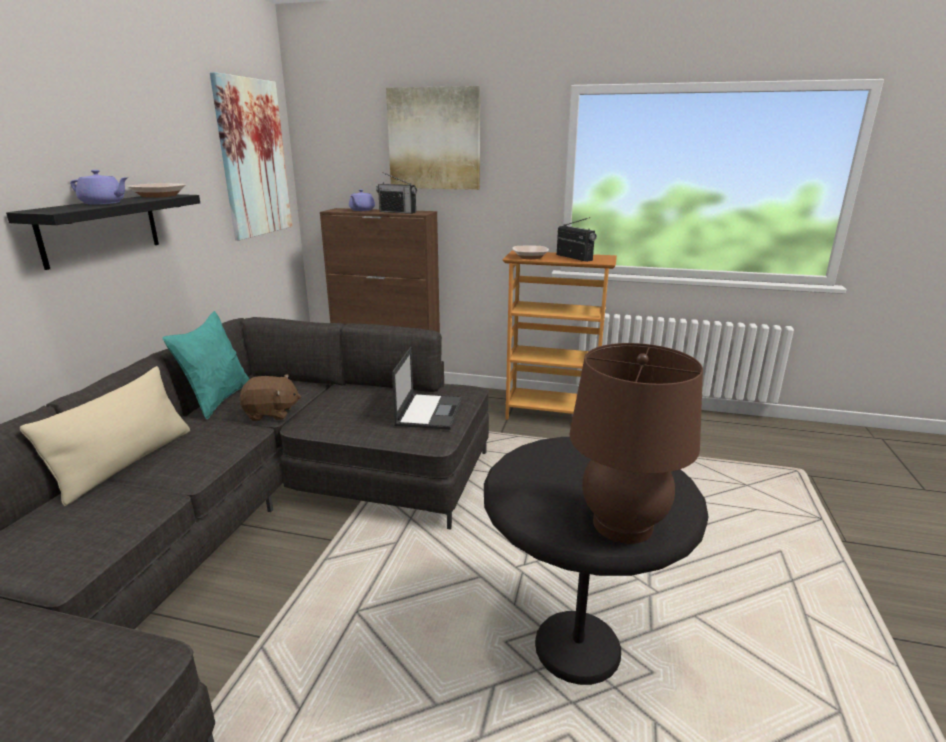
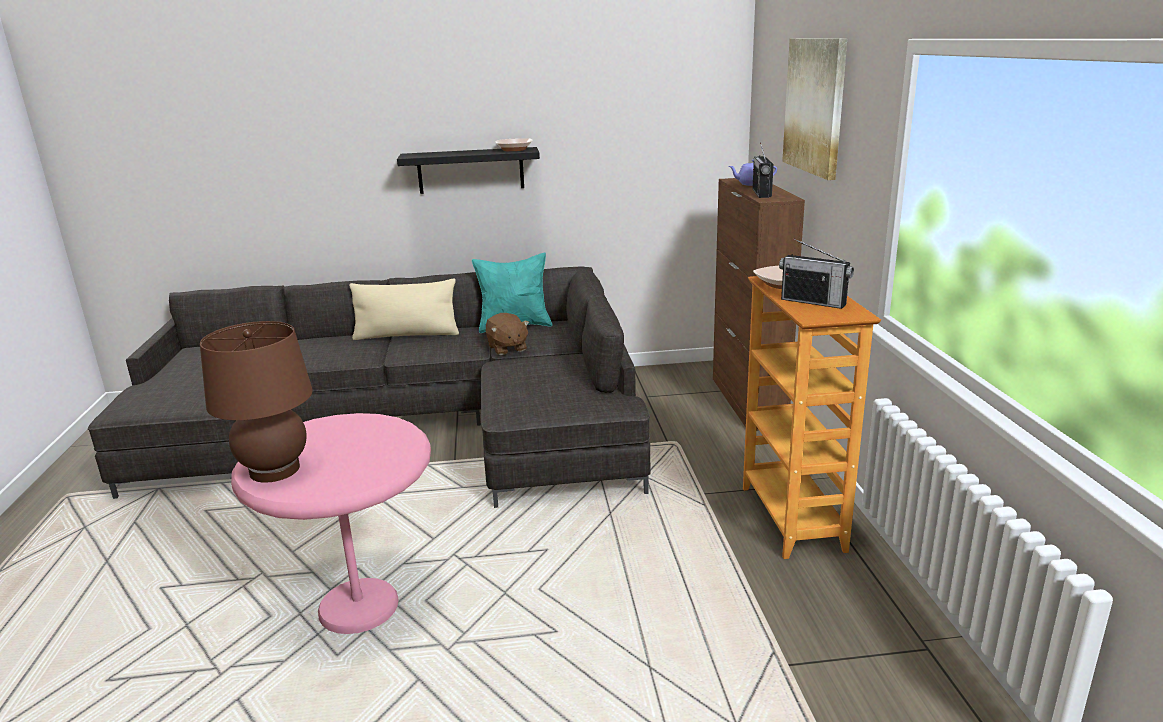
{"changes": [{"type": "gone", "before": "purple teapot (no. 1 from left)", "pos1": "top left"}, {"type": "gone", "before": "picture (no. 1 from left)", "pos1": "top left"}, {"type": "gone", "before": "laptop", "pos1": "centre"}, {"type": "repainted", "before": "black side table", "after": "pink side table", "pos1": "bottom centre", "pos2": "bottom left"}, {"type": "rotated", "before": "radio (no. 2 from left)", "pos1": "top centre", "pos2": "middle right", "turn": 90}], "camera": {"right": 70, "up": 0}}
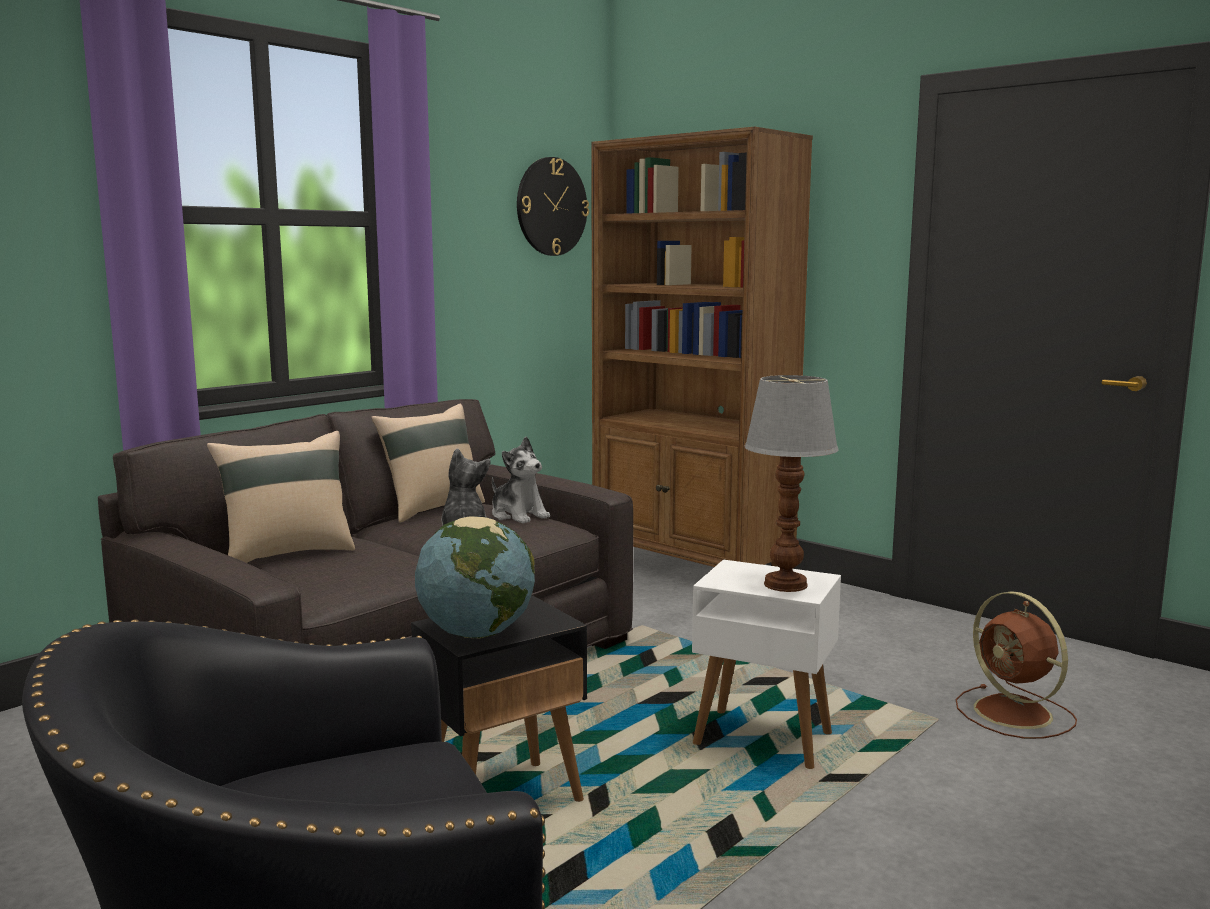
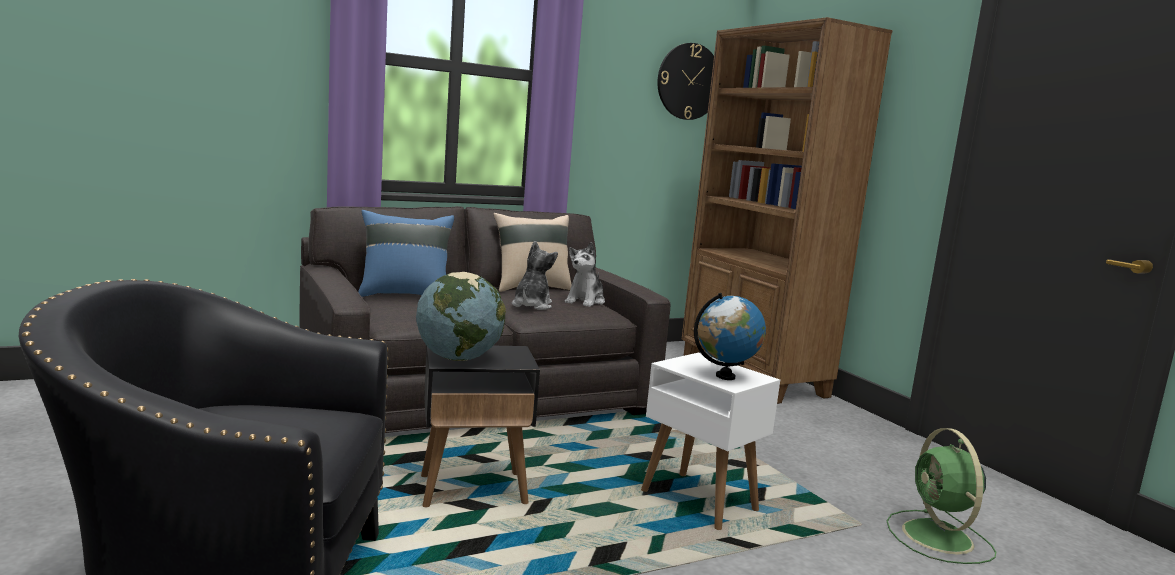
{"changes": [{"type": "swapped", "before": "table lamp", "after": "globe (no. 2 from left)", "pos1": "centre", "pos2": "centre"}, {"type": "repainted", "before": "beige pillow (no. 1 from left)", "after": "blue pillow", "pos1": "middle left", "pos2": "centre"}, {"type": "repainted", "before": "brown fan", "after": "green fan", "pos1": "bottom right", "pos2": "bottom right"}, {"type": "rotated", "before": "plush toy (no. 2 from left)", "pos1": "centre", "pos2": "centre", "turn": 45}], "camera": {"right": 20, "up": 0}}
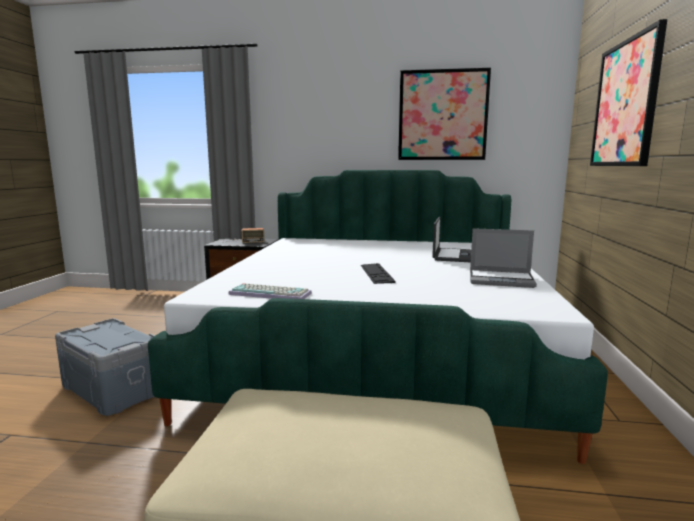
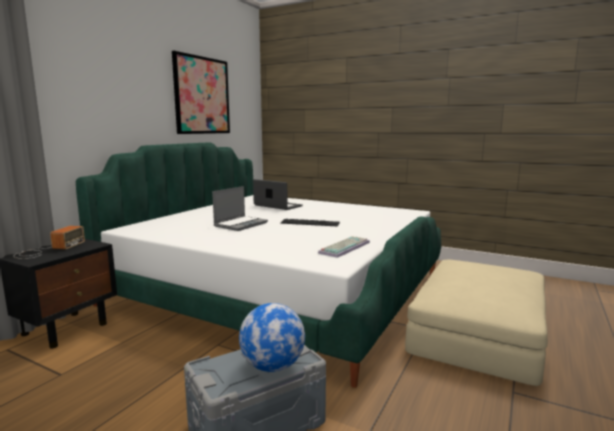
{"changes": [{"type": "gone", "before": "picture (no. 2 from left)", "pos1": "top right"}, {"type": "new", "after": "globe", "pos2": "bottom centre"}, {"type": "shifted", "before": "laptop (no. 2 from left in the first image)", "after": "laptop (no. 1 from left)", "pos1": "middle right", "pos2": "centre"}], "camera": {"right": -70, "up": 0}}
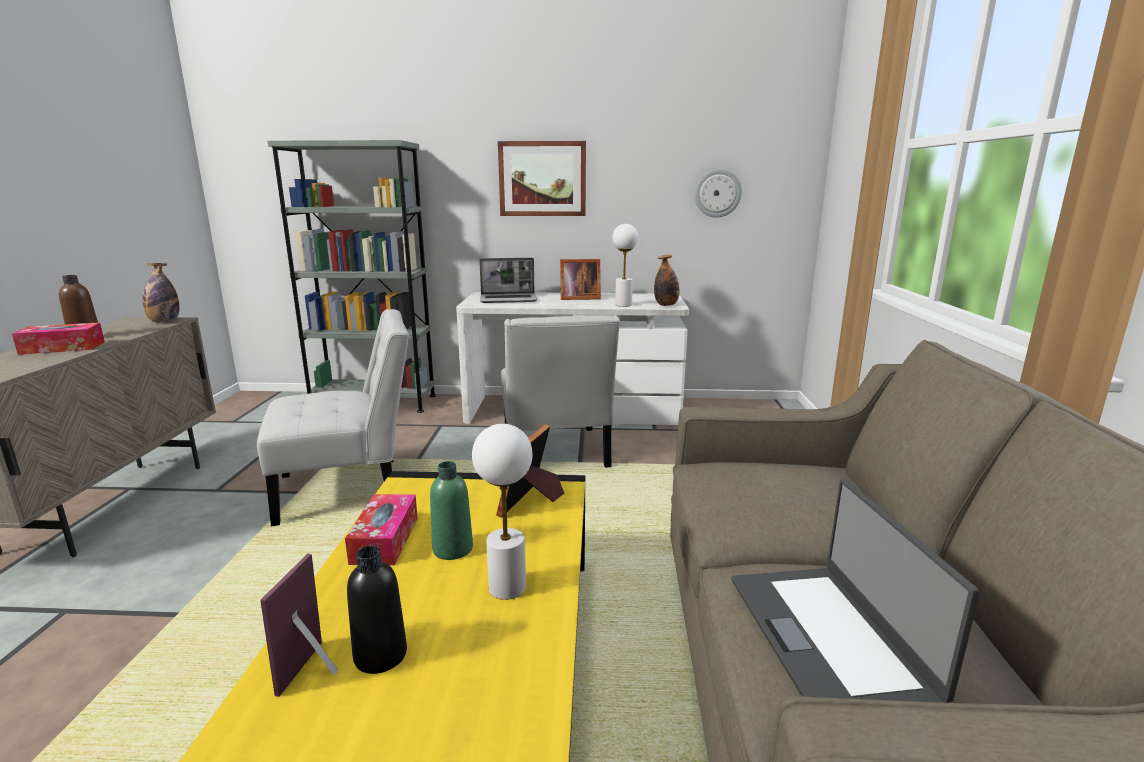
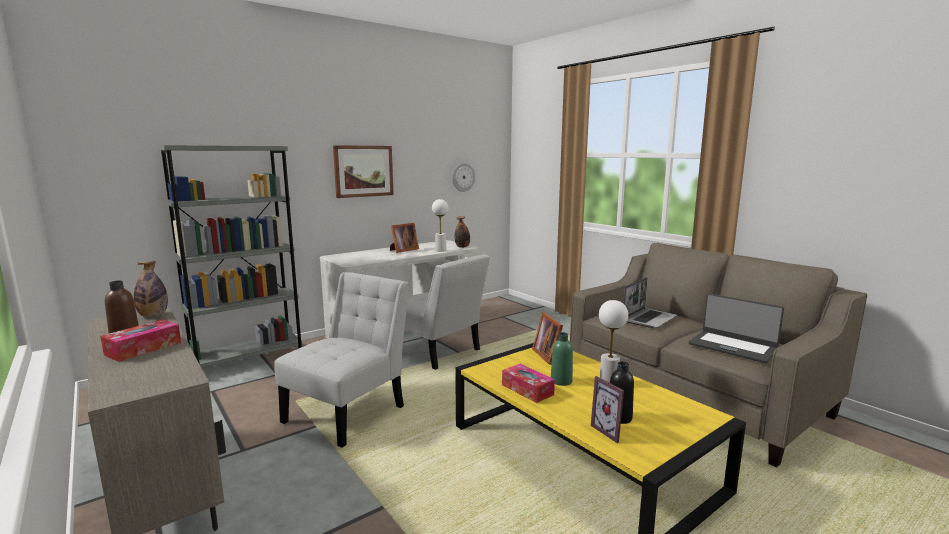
{"changes": [{"type": "shifted", "before": "laptop (no. 1 from left)", "pos1": "centre", "pos2": "middle right"}], "camera": {"right": -40, "up": -5}}
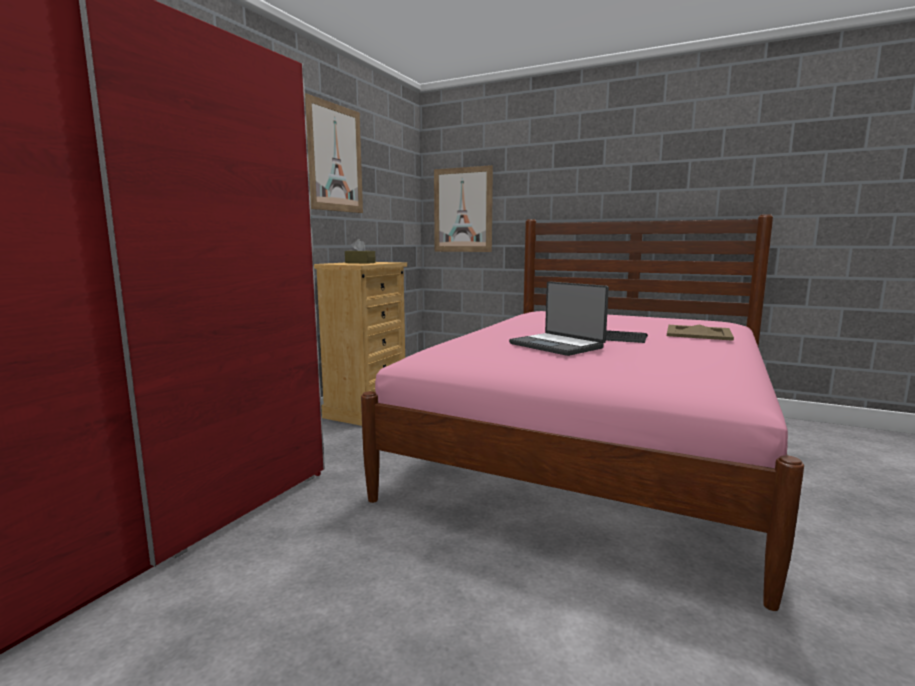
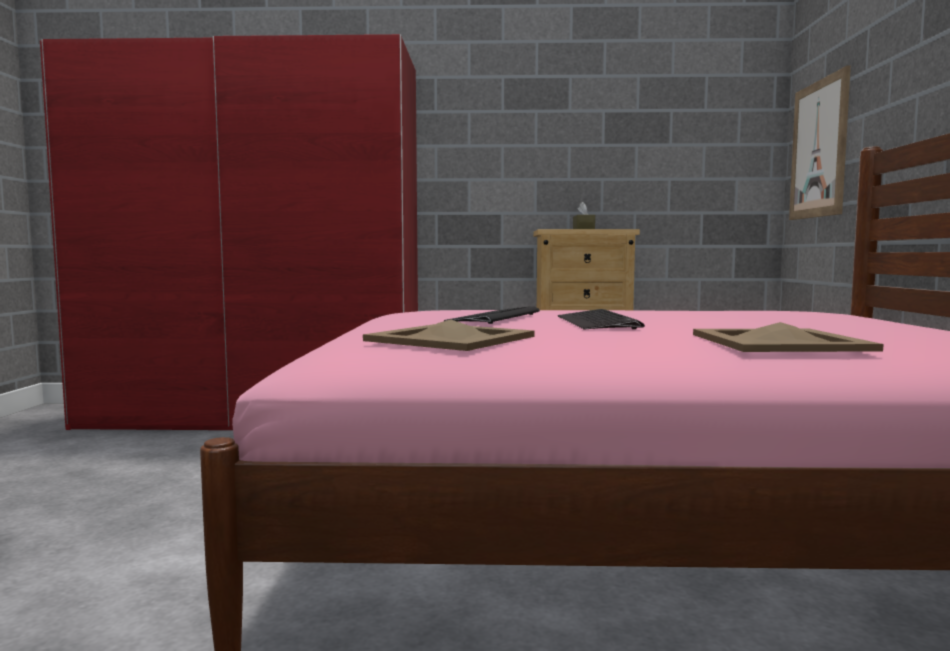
{"changes": [{"type": "gone", "before": "picture (no. 1 from left)", "pos1": "top centre"}, {"type": "new", "after": "beige tray (no. 1 from left)", "pos2": "centre"}, {"type": "swapped", "before": "laptop", "after": "keyboard (no. 1 from left)", "pos1": "centre", "pos2": "centre"}], "camera": {"right": 65, "up": -5}}
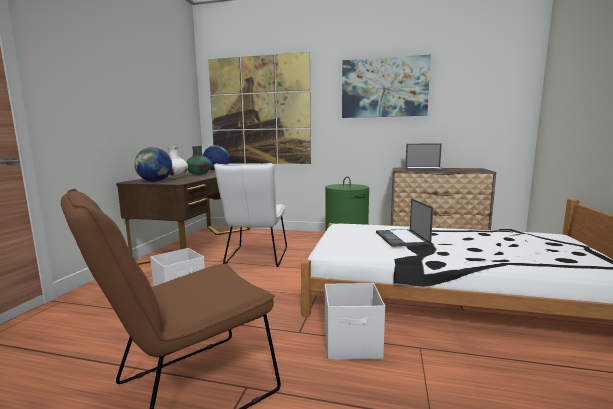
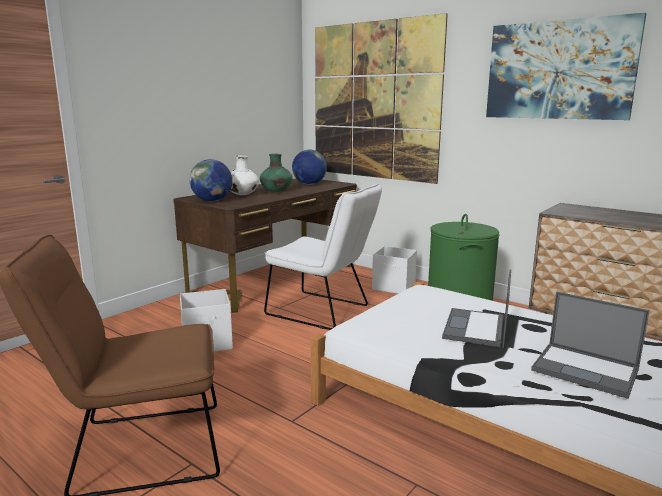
{"changes": [{"type": "shifted", "before": "white storage box (no. 2 from left)", "pos1": "bottom centre", "pos2": "centre"}, {"type": "shifted", "before": "laptop (no. 2 from left)", "pos1": "middle right", "pos2": "bottom right"}, {"type": "rotated", "before": "white chair", "pos1": "centre", "pos2": "centre", "turn": -90}], "camera": {"right": 25, "up": 5}}
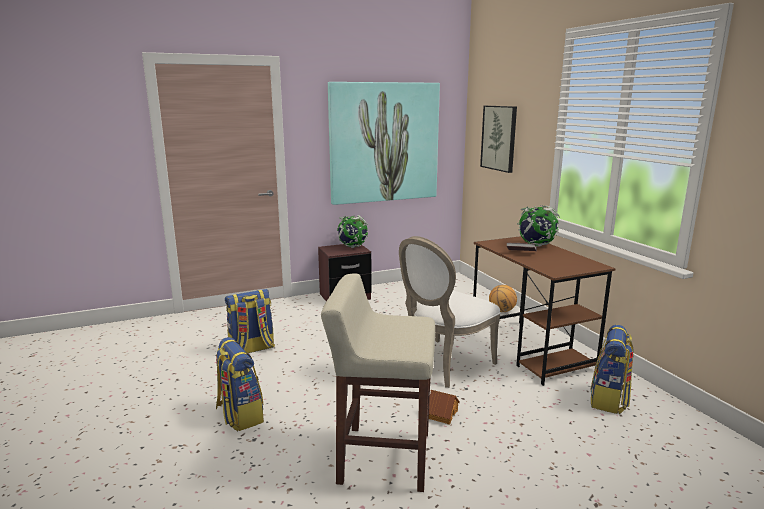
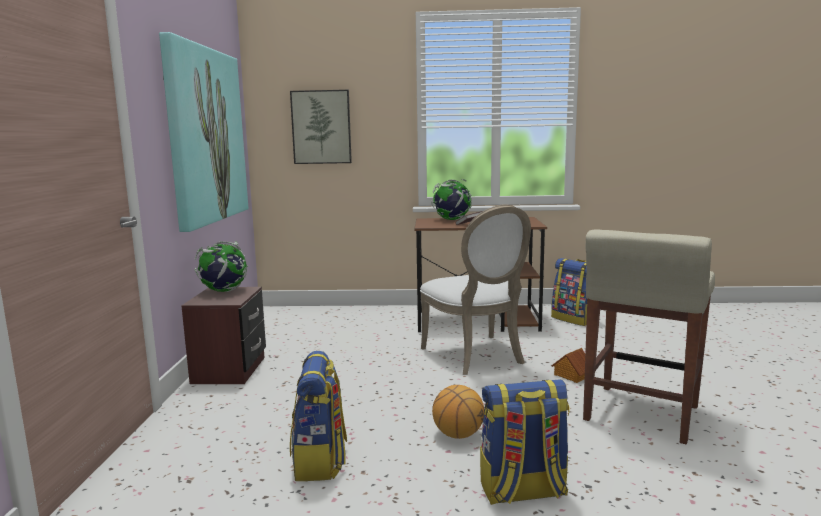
{"changes": [{"type": "shifted", "before": "basketball", "pos1": "centre", "pos2": "bottom centre"}], "camera": {"right": -65, "up": -5}}
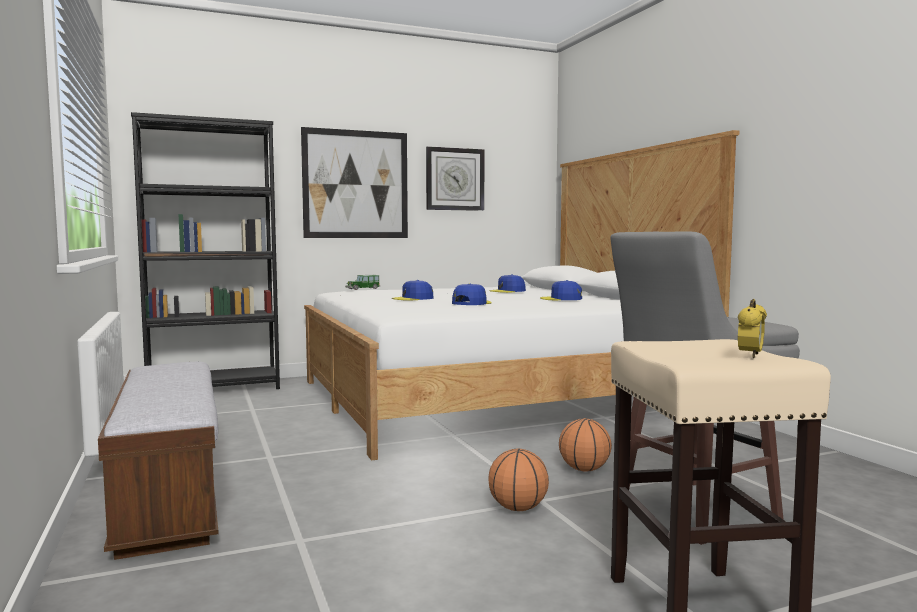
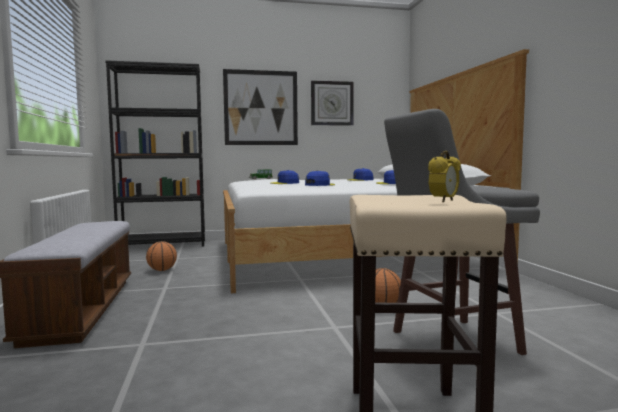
{"changes": [{"type": "shifted", "before": "basketball (no. 1 from left)", "pos1": "bottom centre", "pos2": "middle left"}], "camera": {"right": 10, "up": 0}}
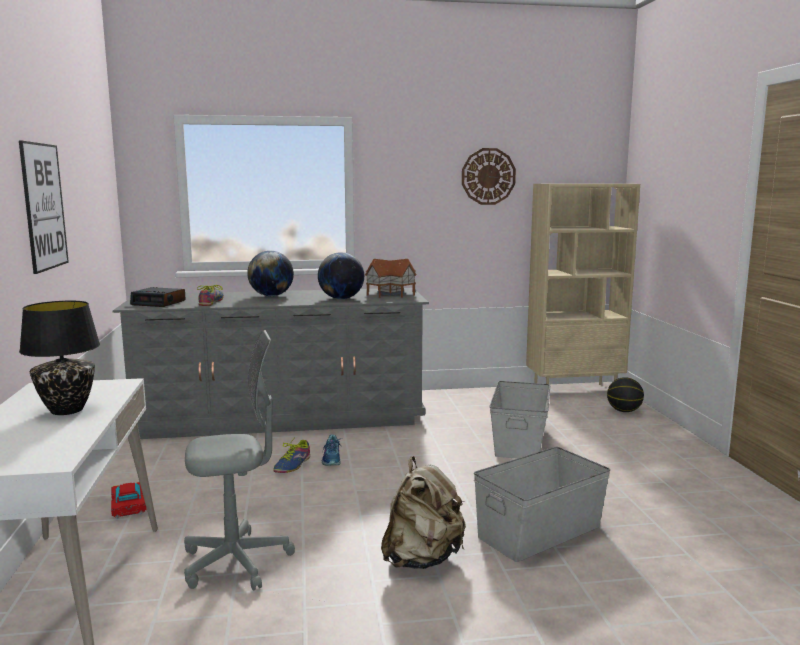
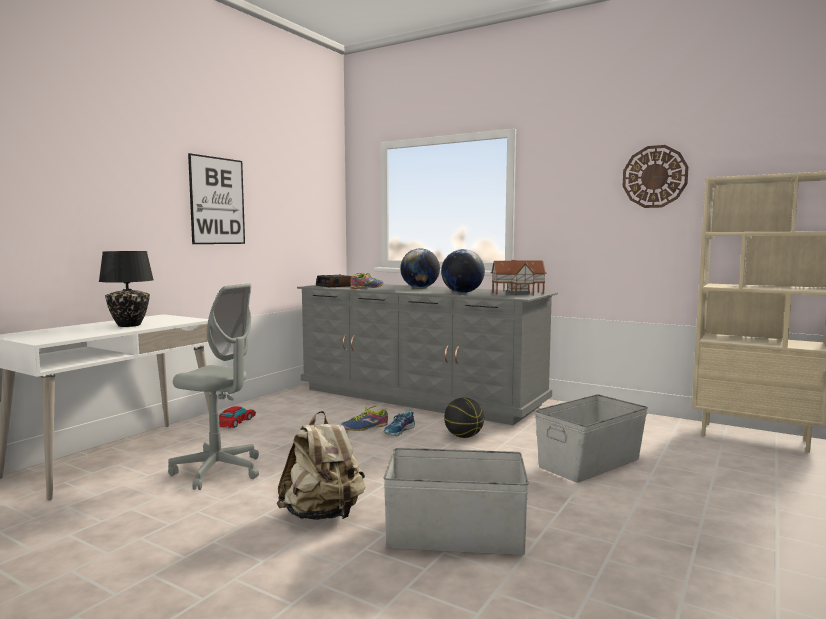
{"changes": [{"type": "shifted", "before": "basketball", "pos1": "middle right", "pos2": "bottom centre"}], "camera": {"right": 40, "up": -5}}
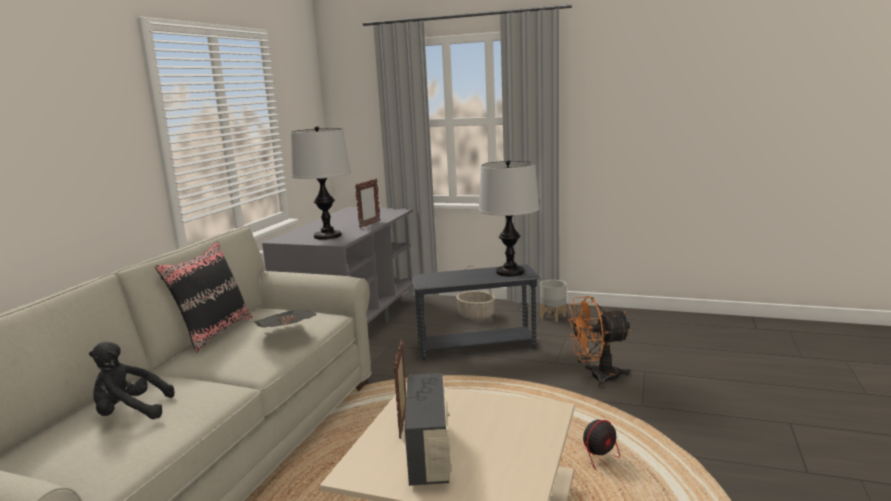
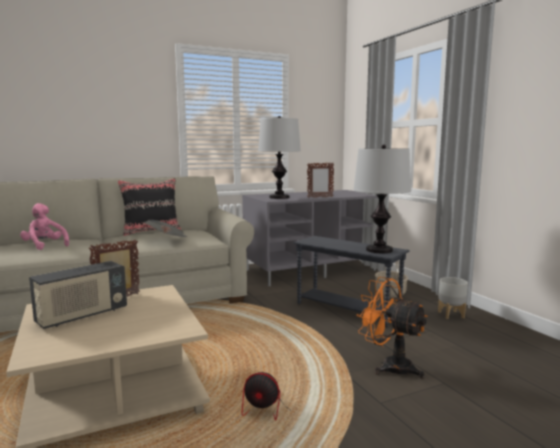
{"changes": [{"type": "repainted", "before": "black plush toy", "after": "pink plush toy", "pos1": "bottom left", "pos2": "middle left"}], "camera": {"right": 45, "up": -5}}
